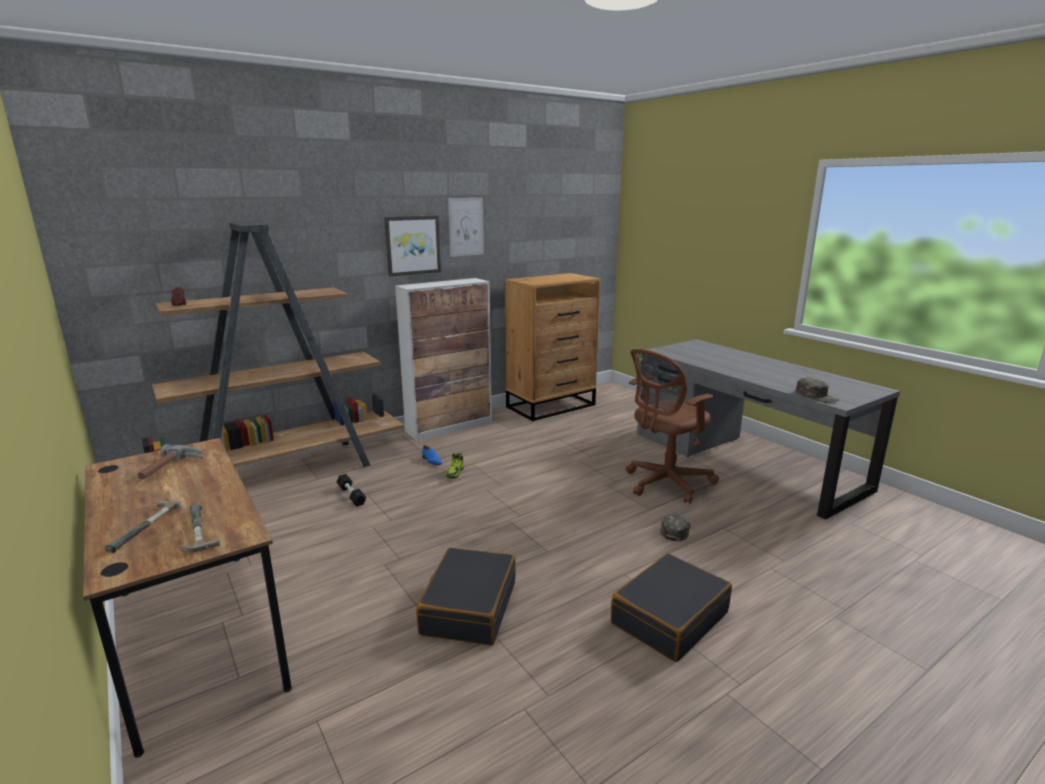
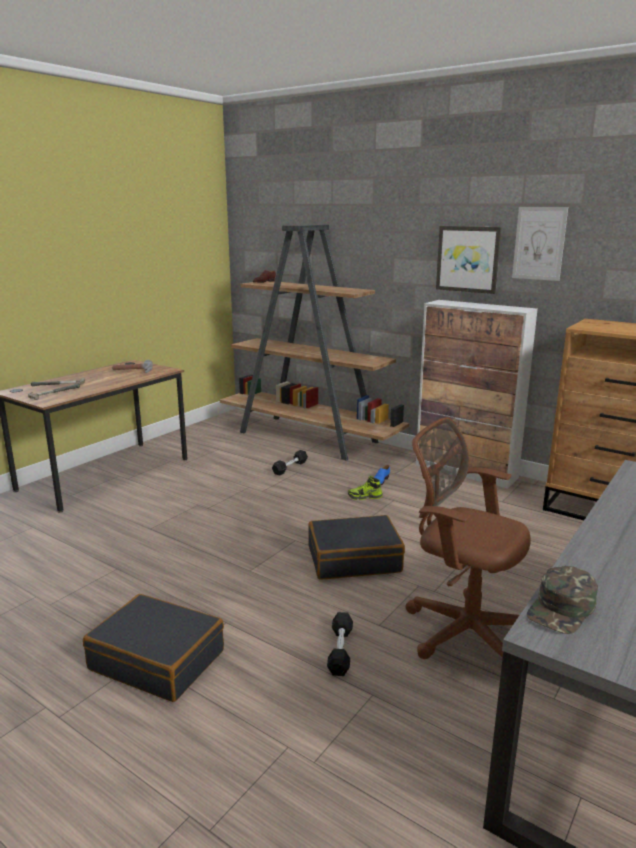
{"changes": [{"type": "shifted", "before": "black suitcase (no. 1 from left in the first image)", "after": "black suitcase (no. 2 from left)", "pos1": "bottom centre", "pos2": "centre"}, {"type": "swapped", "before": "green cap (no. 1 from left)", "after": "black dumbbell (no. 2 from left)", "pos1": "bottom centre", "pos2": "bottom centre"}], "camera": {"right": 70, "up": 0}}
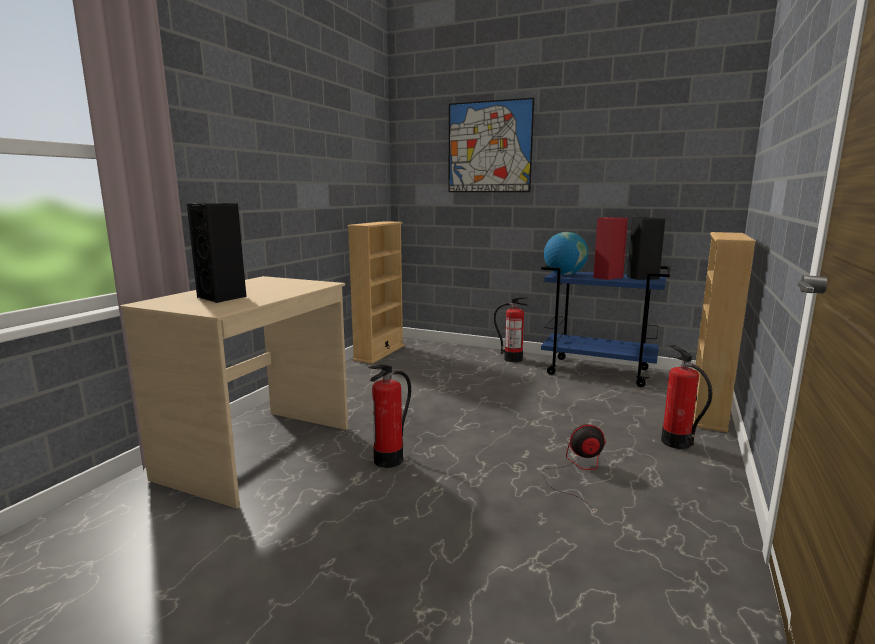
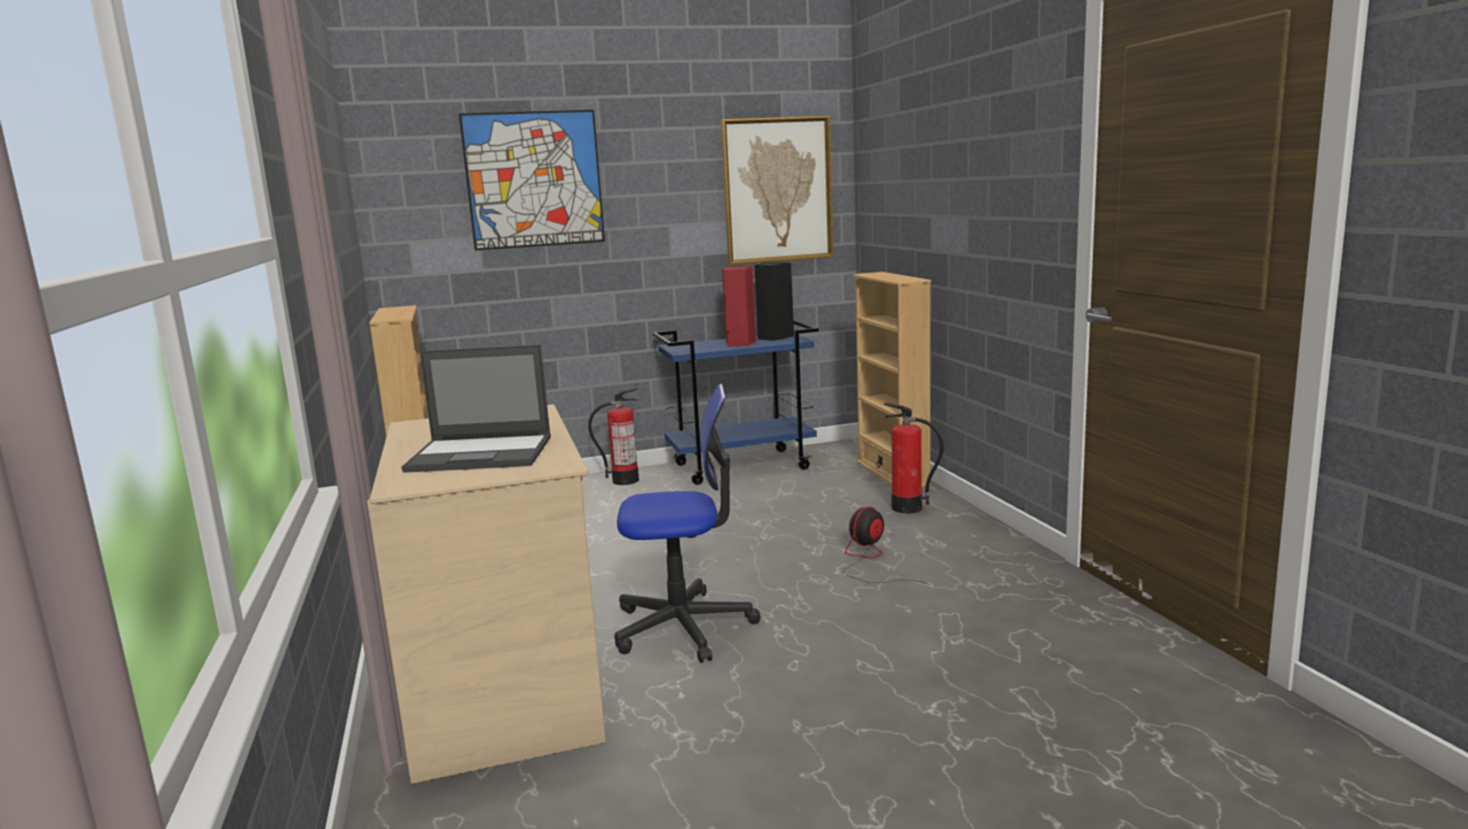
{"changes": [{"type": "gone", "before": "globe", "pos1": "centre"}, {"type": "new", "after": "picture (no. 2 from left)", "pos2": "top centre"}, {"type": "swapped", "before": "black speaker (no. 1 from left)", "after": "laptop", "pos1": "middle left", "pos2": "middle left"}, {"type": "swapped", "before": "fire extinguisher (no. 1 from left)", "after": "office chair", "pos1": "centre", "pos2": "centre"}], "camera": {"right": -40, "up": 0}}
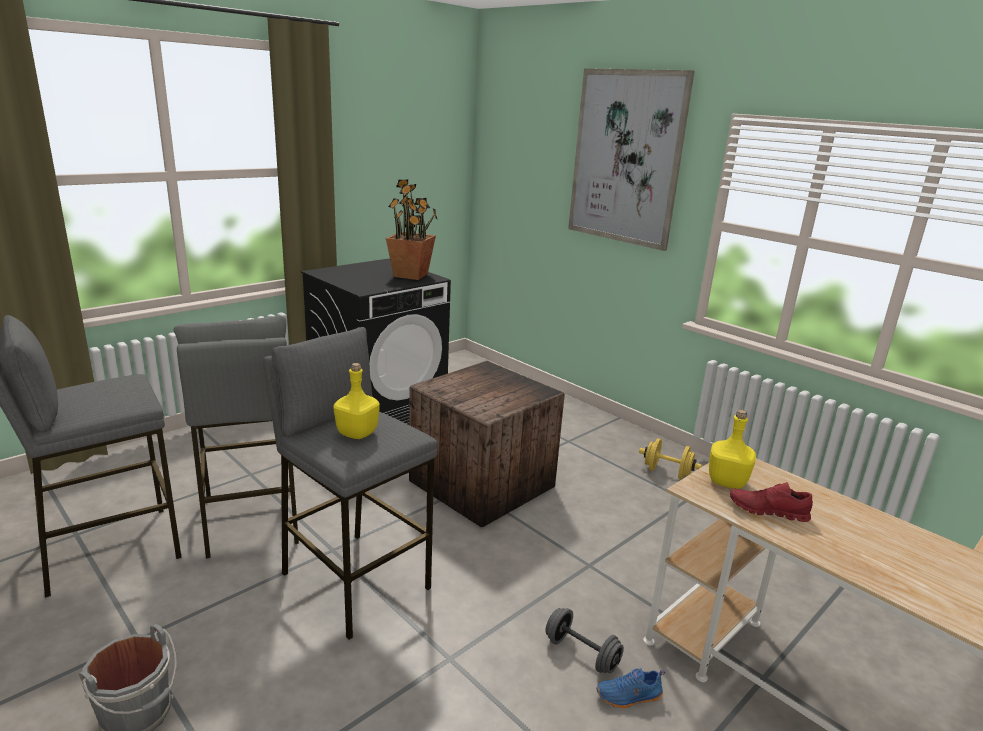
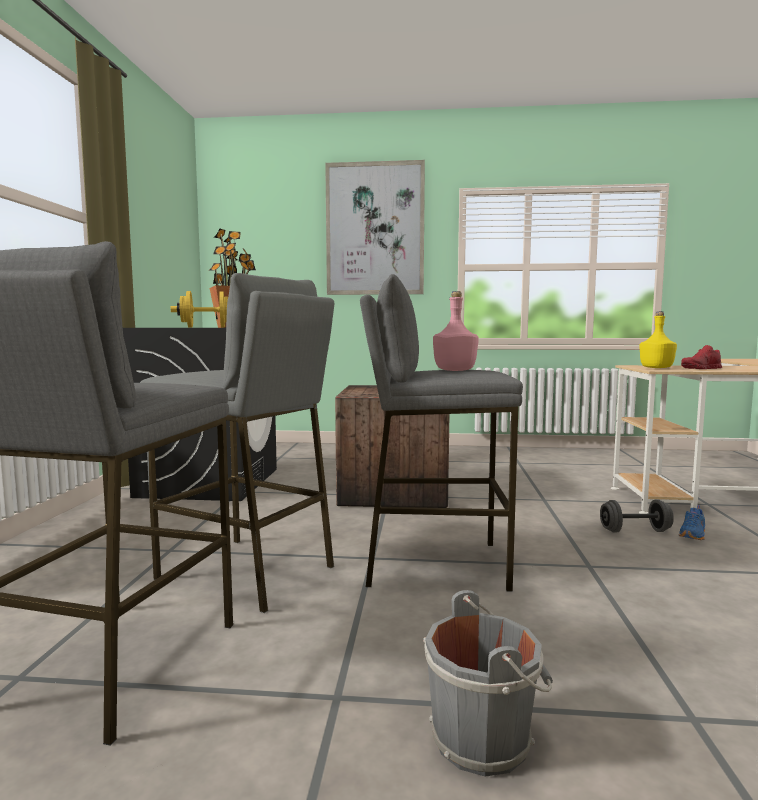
{"changes": [{"type": "shifted", "before": "yellow dumbbell", "pos1": "middle right", "pos2": "middle left"}, {"type": "repainted", "before": "yellow bottle (no. 1 from left)", "after": "pink bottle", "pos1": "centre", "pos2": "centre"}], "camera": {"right": -40, "up": -15}}
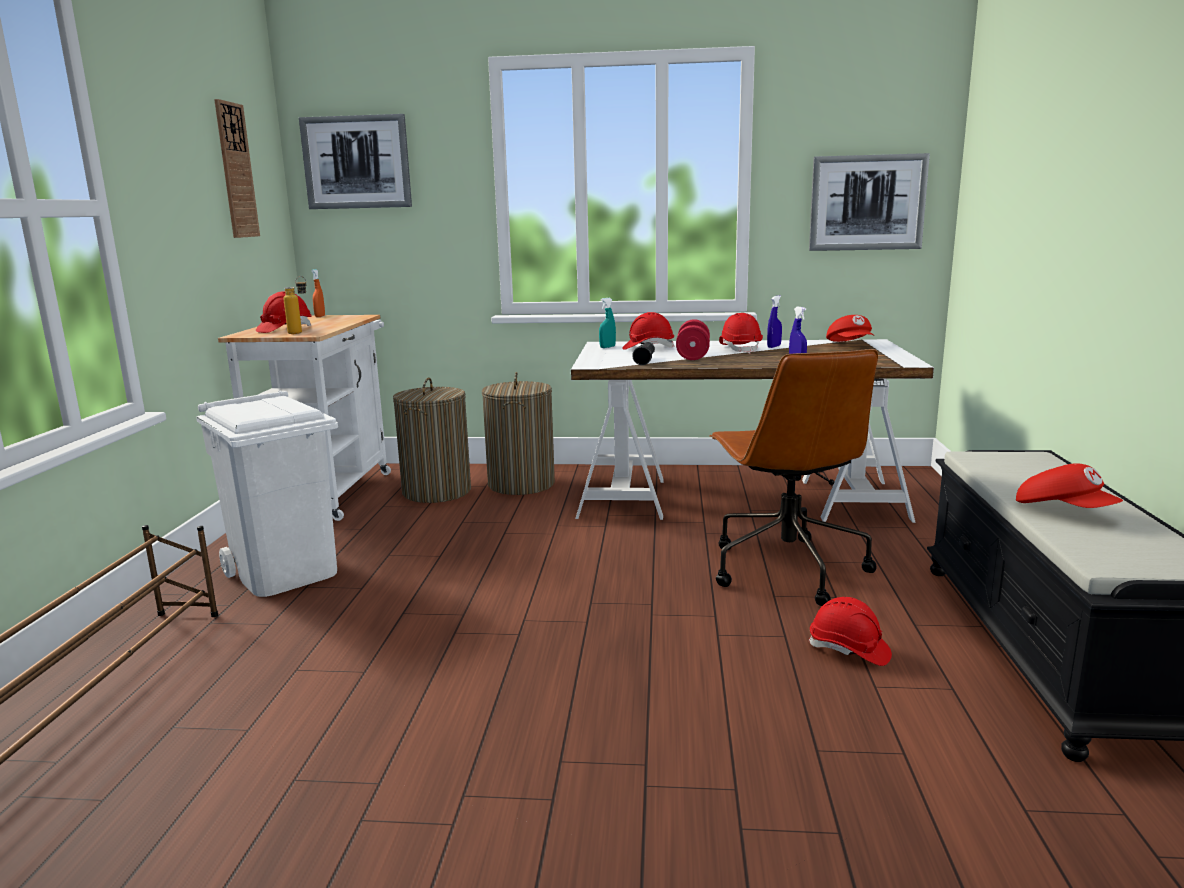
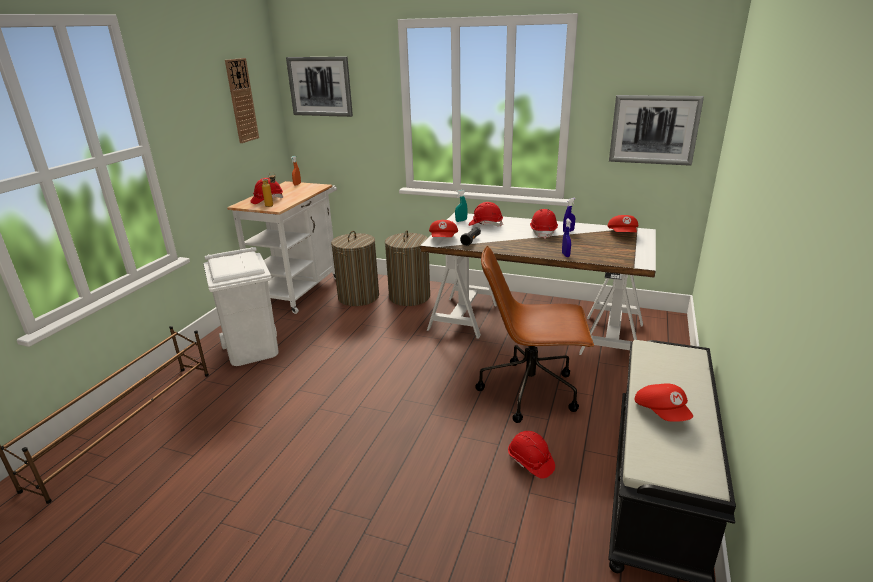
{"changes": [{"type": "gone", "before": "red dumbbell", "pos1": "centre"}, {"type": "new", "after": "red cap (no. 1 from left)", "pos2": "centre"}, {"type": "rotated", "before": "brown office chair", "pos1": "middle right", "pos2": "centre", "turn": 90}], "camera": {"right": 15, "up": 10}}
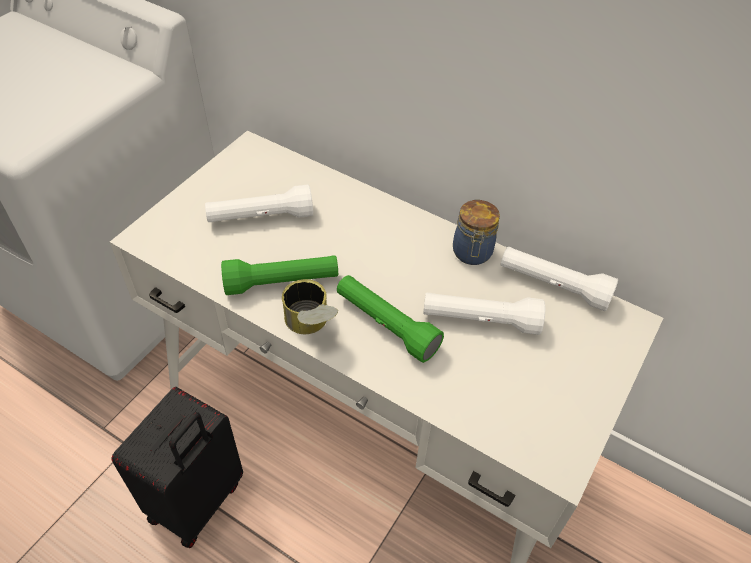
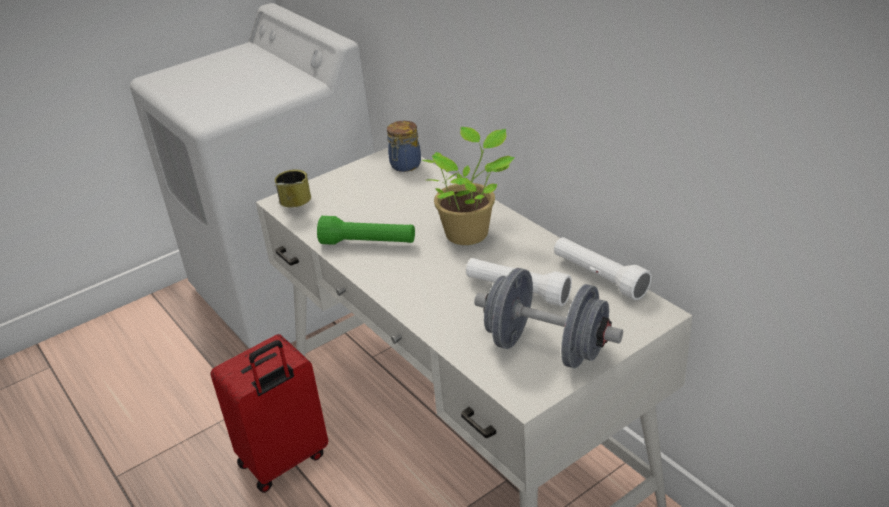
{"changes": [{"type": "gone", "before": "white flashlight (no. 1 from left)", "pos1": "centre"}, {"type": "gone", "before": "green flashlight (no. 2 from left)", "pos1": "centre"}, {"type": "new", "after": "potted plant", "pos2": "centre"}, {"type": "new", "after": "grey dumbbell", "pos2": "centre"}, {"type": "shifted", "before": "can", "pos1": "centre", "pos2": "middle left"}, {"type": "shifted", "before": "jar", "pos1": "centre", "pos2": "top centre"}, {"type": "repainted", "before": "black suitcase", "after": "red suitcase", "pos1": "bottom left", "pos2": "bottom left"}], "camera": {"right": 25, "up": -15}}
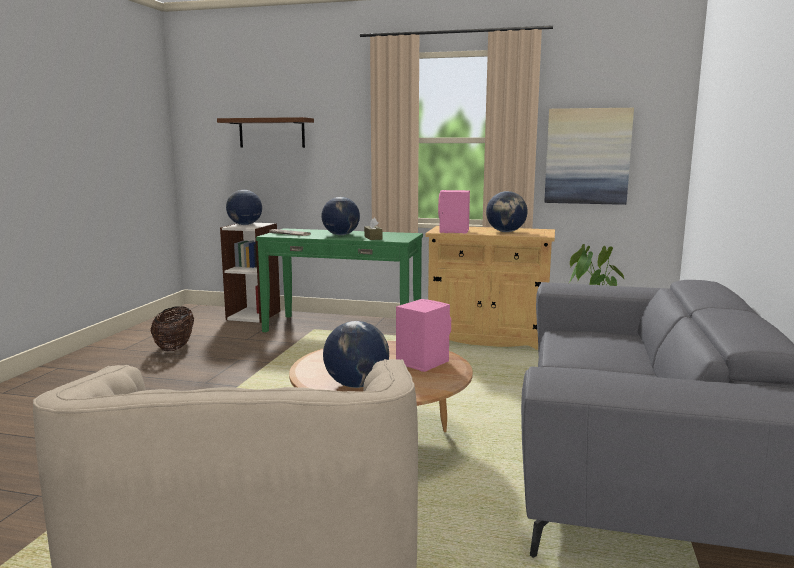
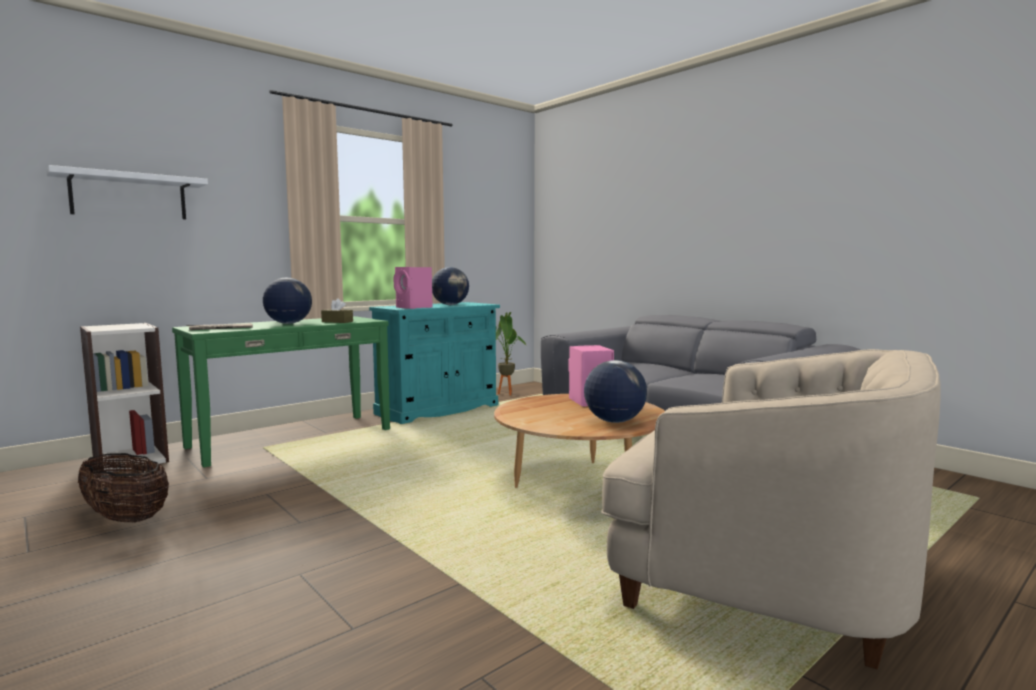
{"changes": [{"type": "gone", "before": "globe (no. 1 from left)", "pos1": "middle left"}, {"type": "gone", "before": "picture", "pos1": "top right"}, {"type": "repainted", "before": "brown shelf", "after": "white shelf", "pos1": "top centre", "pos2": "top left"}, {"type": "repainted", "before": "beige cabinet", "after": "turquoise cabinet", "pos1": "centre", "pos2": "centre"}], "camera": {"right": -55, "up": -5}}
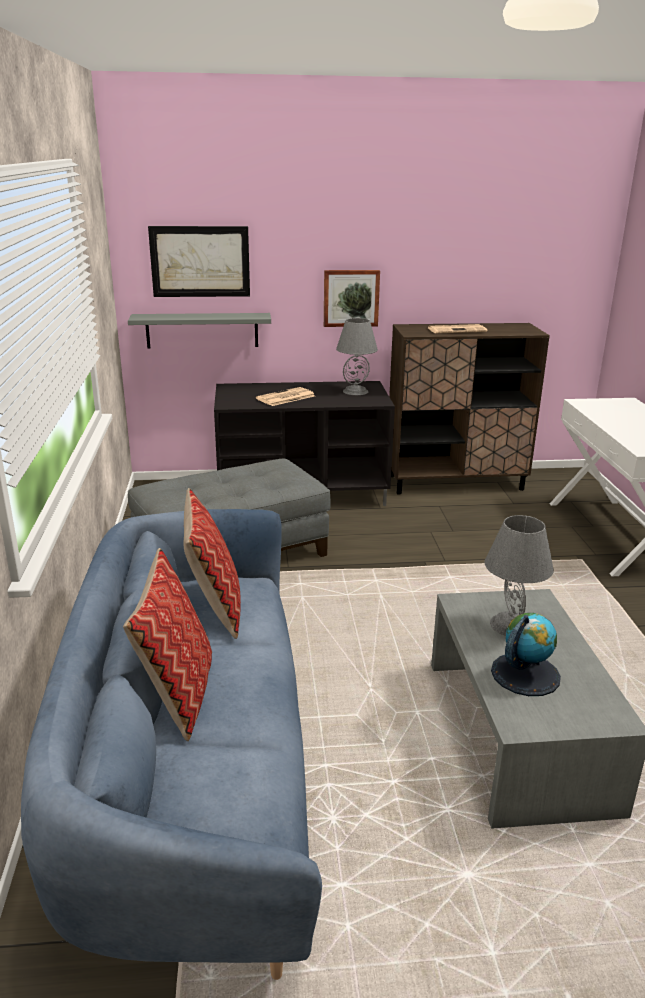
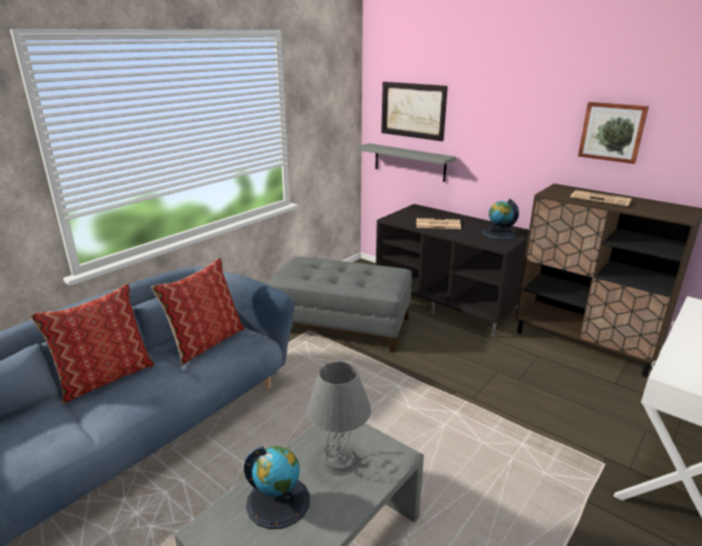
{"changes": [{"type": "shifted", "before": "picture (no. 2 from left)", "pos1": "top centre", "pos2": "top right"}, {"type": "swapped", "before": "grey table lamp (no. 1 from left)", "after": "globe (no. 2 from left)", "pos1": "centre", "pos2": "middle right"}], "camera": {"right": 45, "up": 0}}
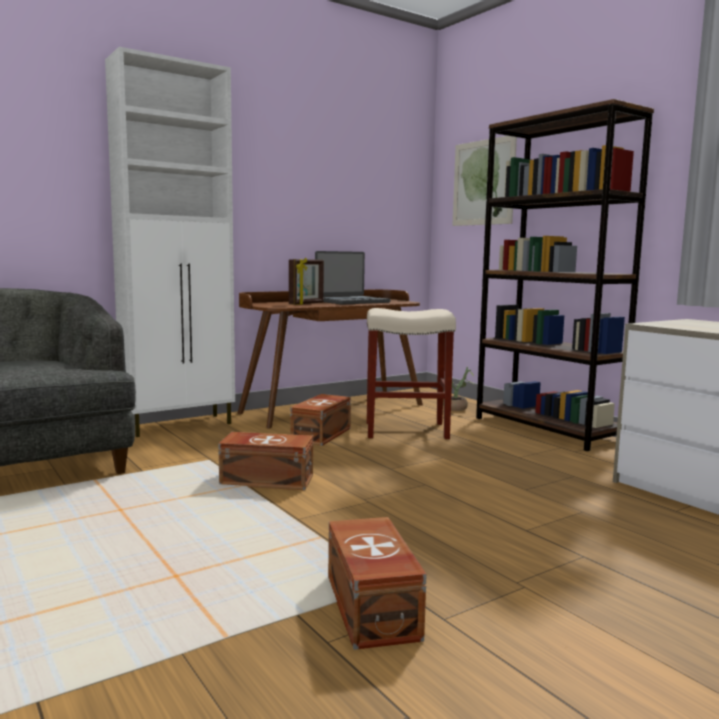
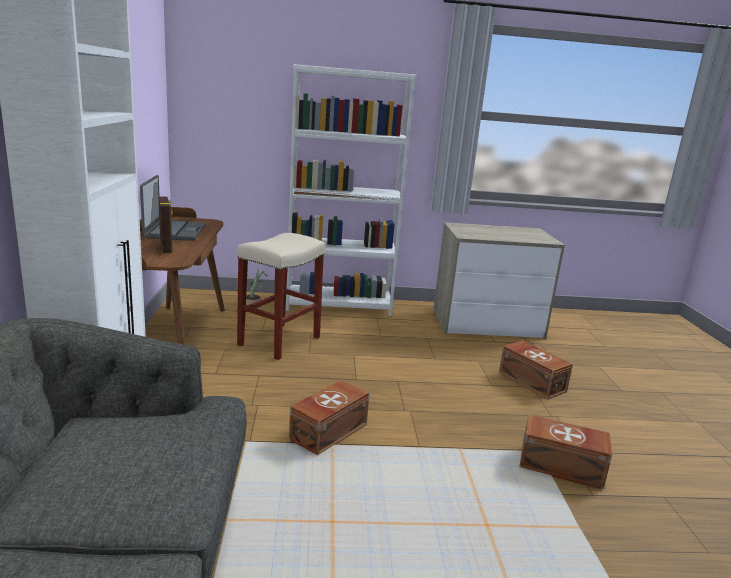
{"changes": [{"type": "gone", "before": "picture", "pos1": "top right"}, {"type": "shifted", "before": "brown storage box (no. 2 from left)", "pos1": "centre", "pos2": "middle right"}, {"type": "repainted", "before": "brown bookcase", "after": "white bookcase", "pos1": "middle right", "pos2": "top centre"}], "camera": {"right": -60, "up": 10}}
